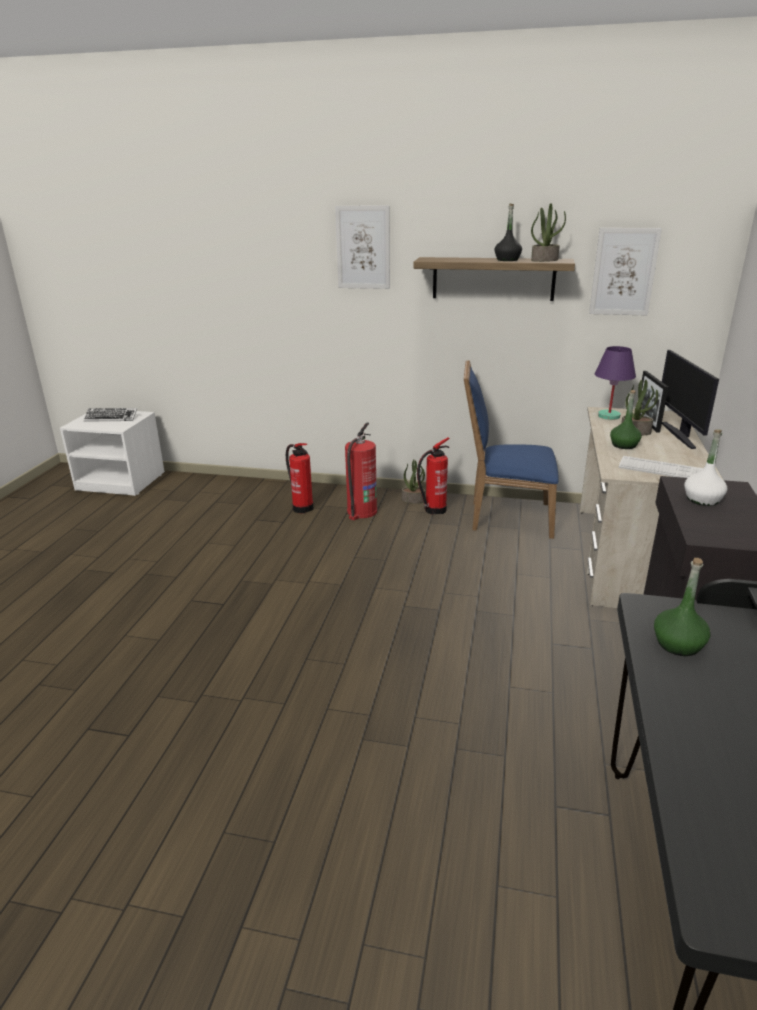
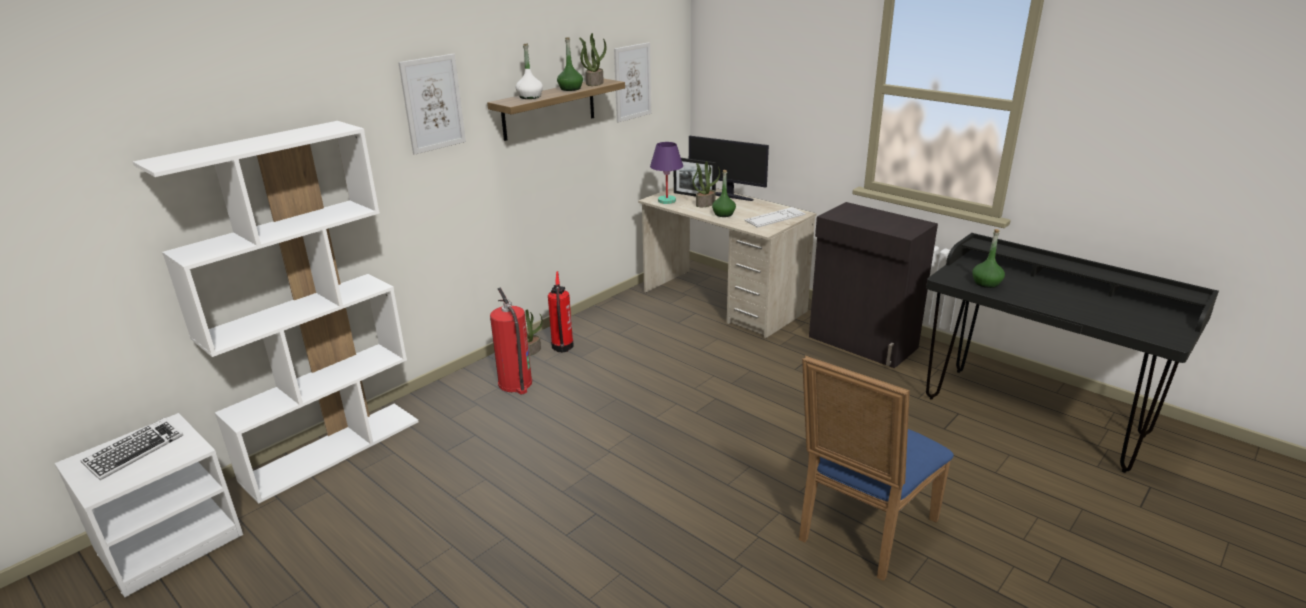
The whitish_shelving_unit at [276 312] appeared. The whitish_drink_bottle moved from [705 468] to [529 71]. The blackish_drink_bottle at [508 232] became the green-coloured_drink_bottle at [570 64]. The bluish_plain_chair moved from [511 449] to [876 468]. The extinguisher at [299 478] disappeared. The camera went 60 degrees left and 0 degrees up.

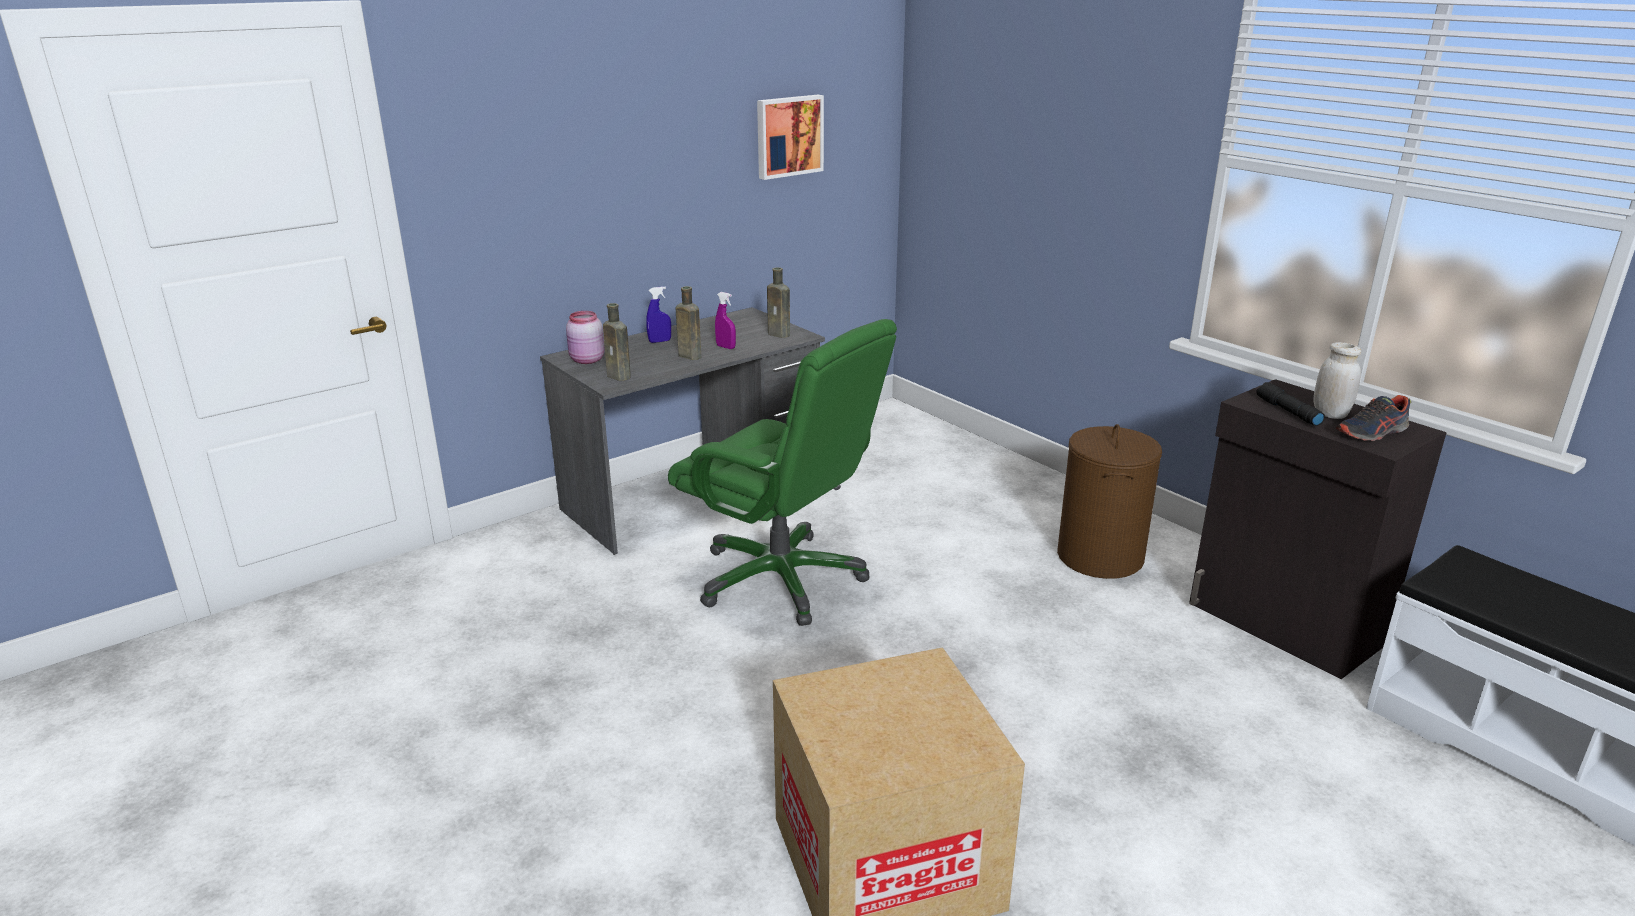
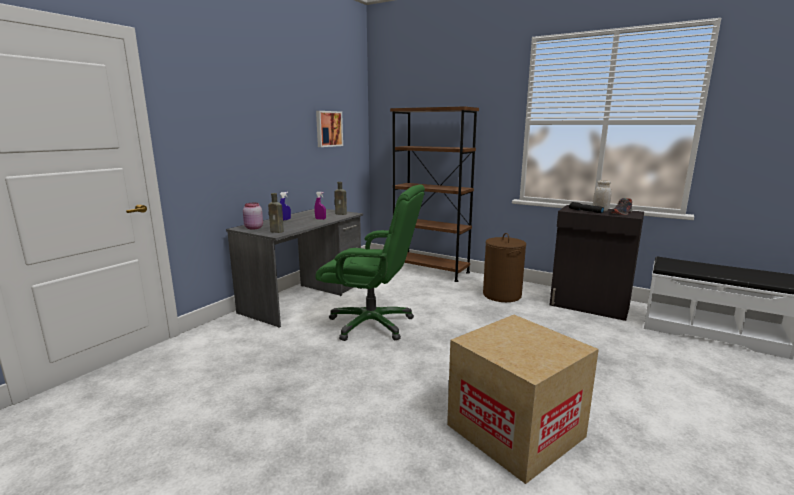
The brown-coloured_shelving_unit at [434 194] appeared. The brown-coloured_drink_bottle at [688 323] disappeared. The camera went 20 degrees left and 10 degrees down.

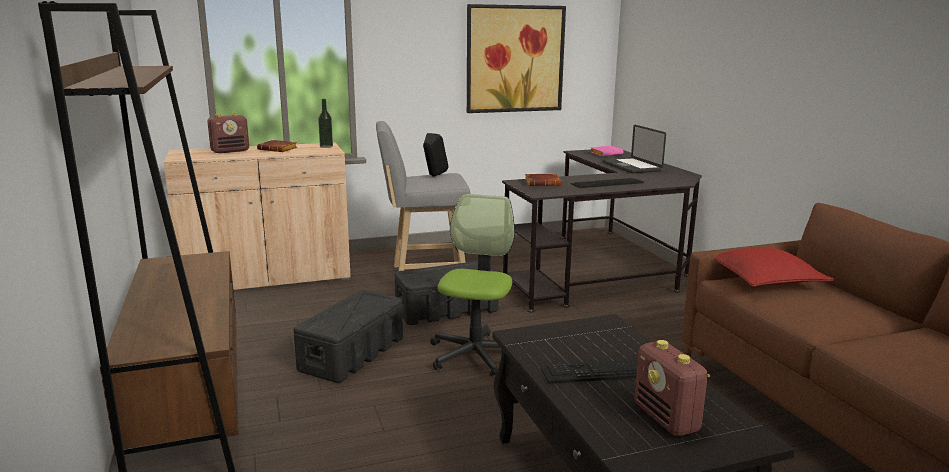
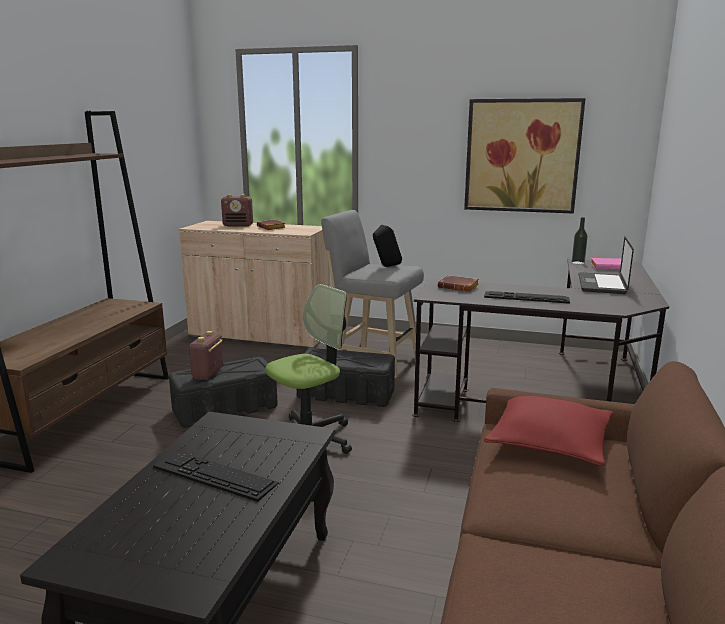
The radio_set moved from [672 388] to [206 355]. The drink_bottle moved from [325 123] to [580 240]. The camera went 35 degrees right and 0 degrees up.

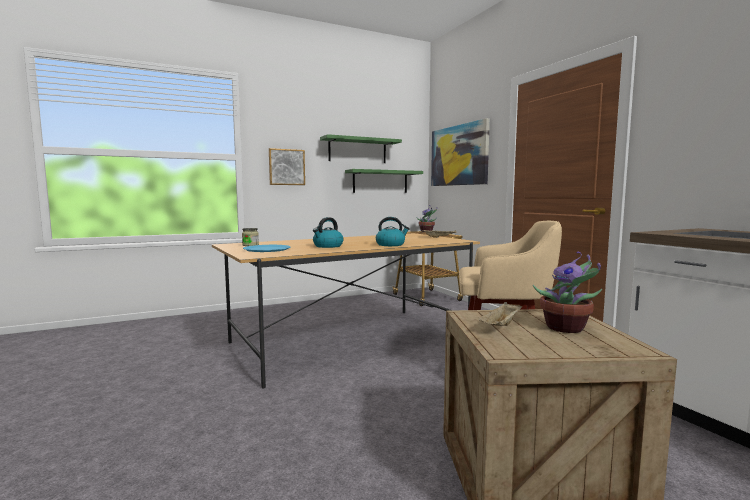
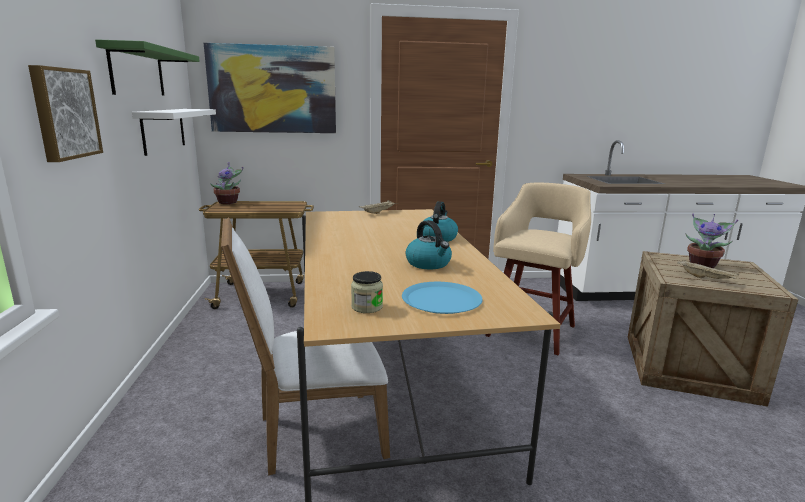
The green-coloured_bracket_shelf at [384 181] became the whitish_bracket_shelf at [174 132]. The whitish_plain_chair at [305 346] appeared. The camera went 70 degrees left and 10 degrees up.

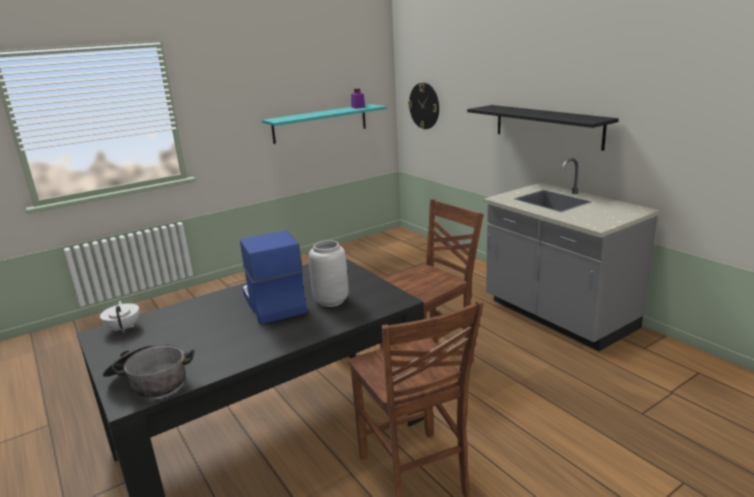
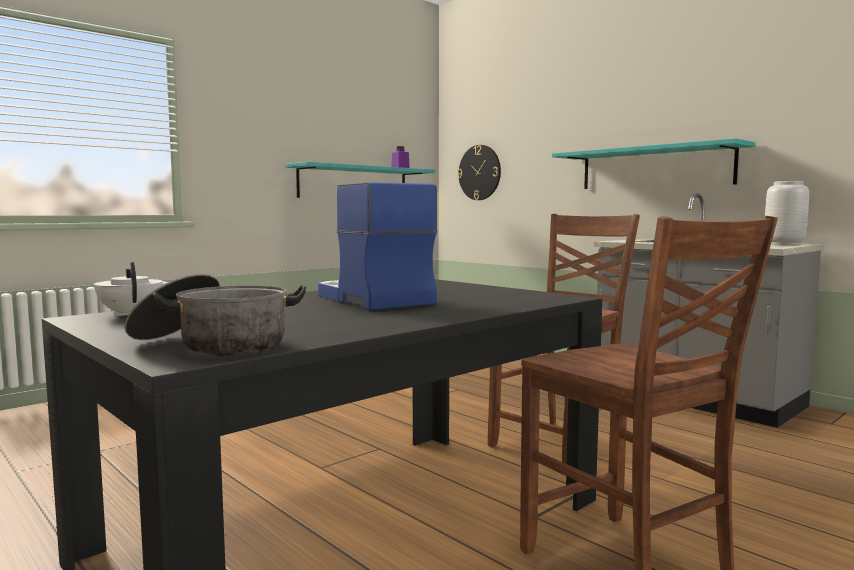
The blackish_bracket_shelf at [543 128] became the turquoise_bracket_shelf at [653 163]. The grey_flower_vase moved from [329 273] to [787 213]. The camera went 10 degrees left and 15 degrees down.

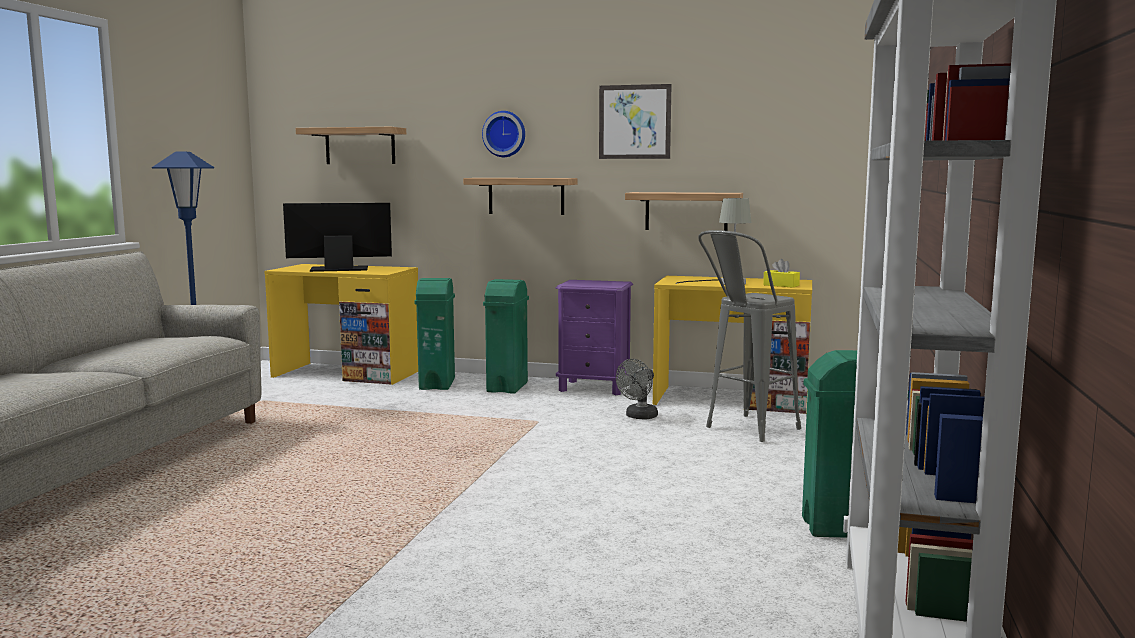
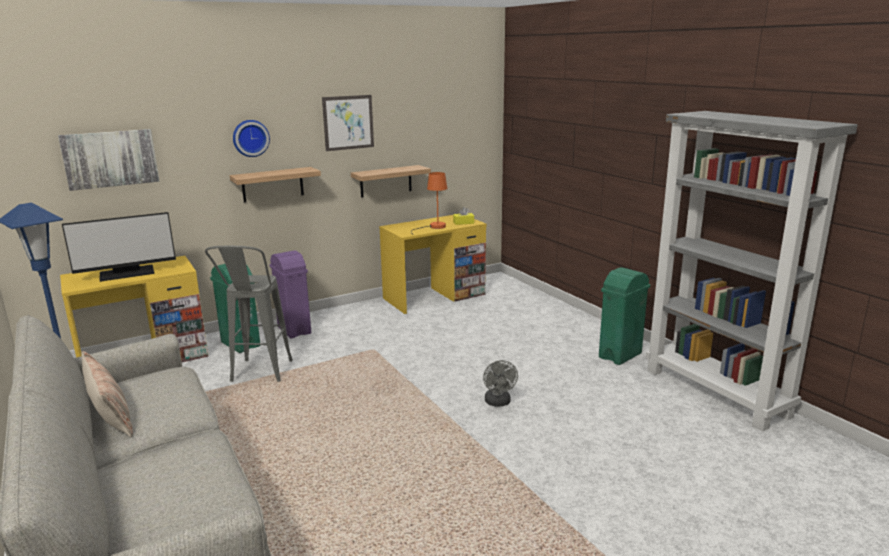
The bracket_shelf at [351 145] was replaced by the picture at [108 160]. The computer_display at [337 237] turned 150 degrees counterclockwise. The cushion at [107 394] appeared. The grey_sitting_stool moved from [749 336] to [249 314]. The green-coloured_rubbish_bin at [506 336] became the purple_rubbish_bin at [290 294]. The grey_table_lamp at [714 241] became the orange_table_lamp at [429 203]. The grey_cooling_fan moved from [637 389] to [500 383]. The purple_nightstand at [594 337] disappeared. The camera went 45 degrees left and 10 degrees up.

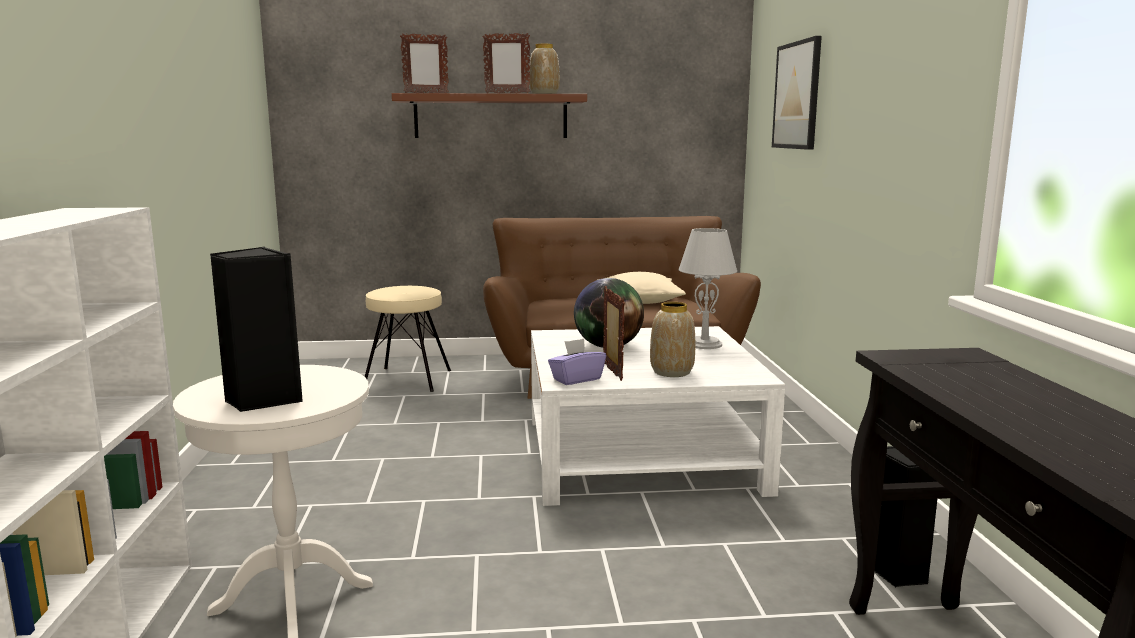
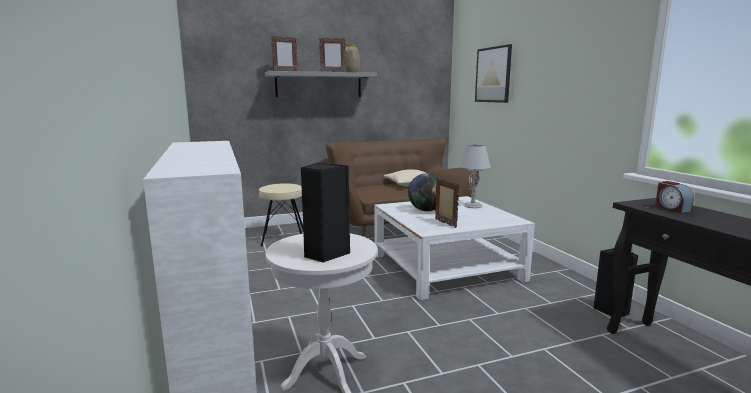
The brown-coloured_bracket_shelf at [489 115] became the grey_bracket_shelf at [321 84]. The bedside_clock at [674 197] appeared. The purple_box_of_tissues at [577 362] disappeared. The flower_vase at [672 339] disappeared. The camera went 15 degrees left and 0 degrees up.

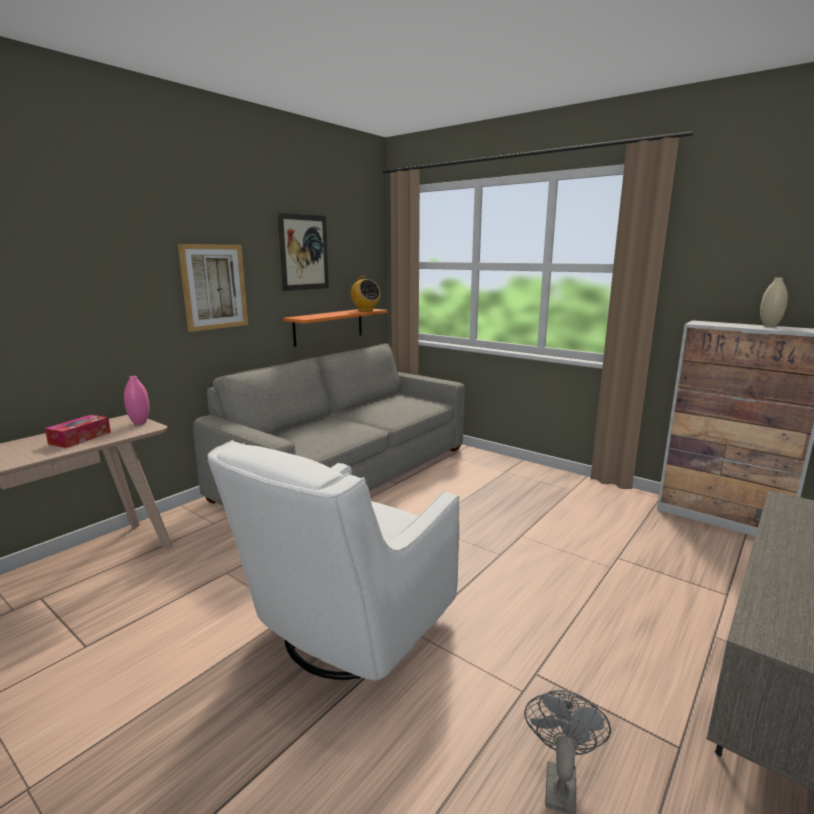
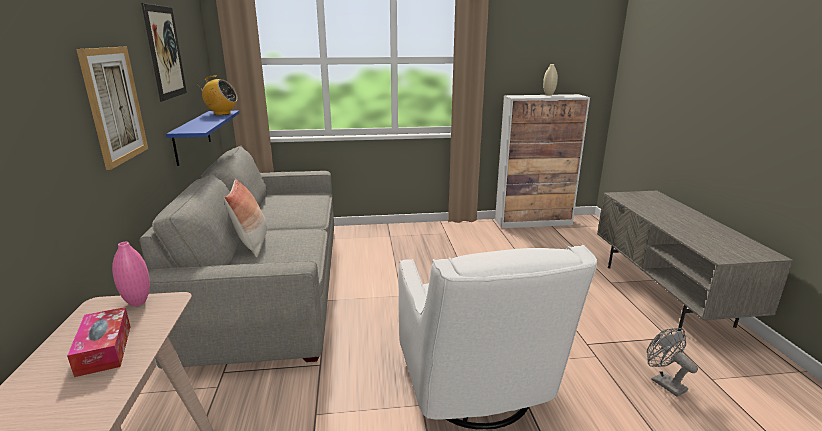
The orange_bracket_shelf at [335 328] became the bluish_bracket_shelf at [202 138]. The cushion at [245 217] appeared. The camera went 45 degrees left and 5 degrees up.

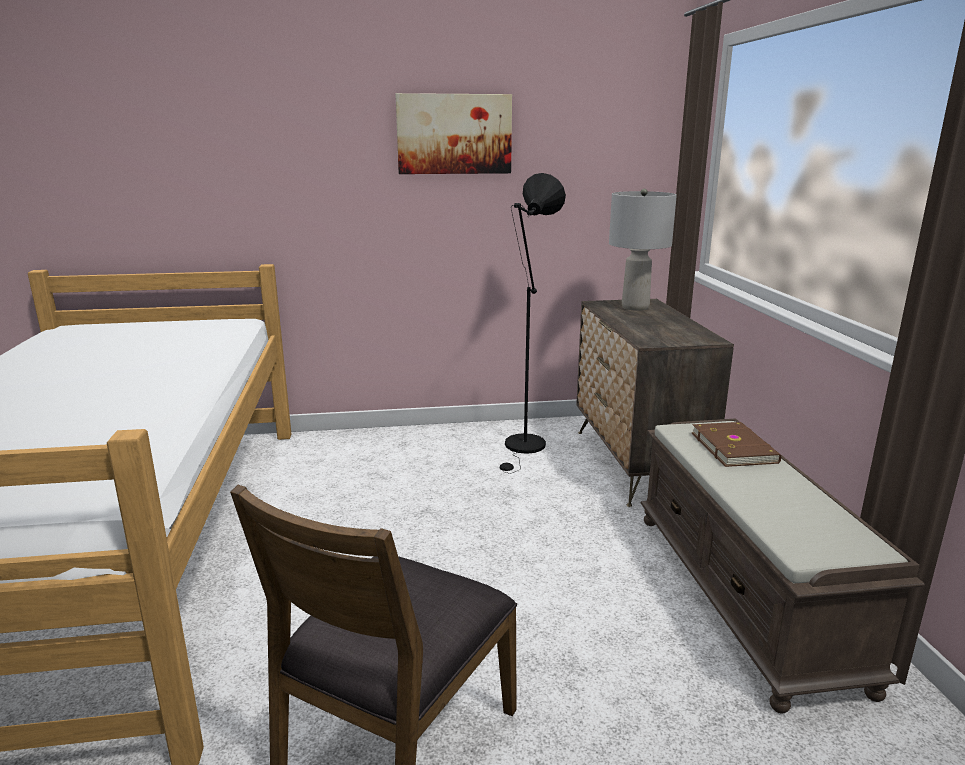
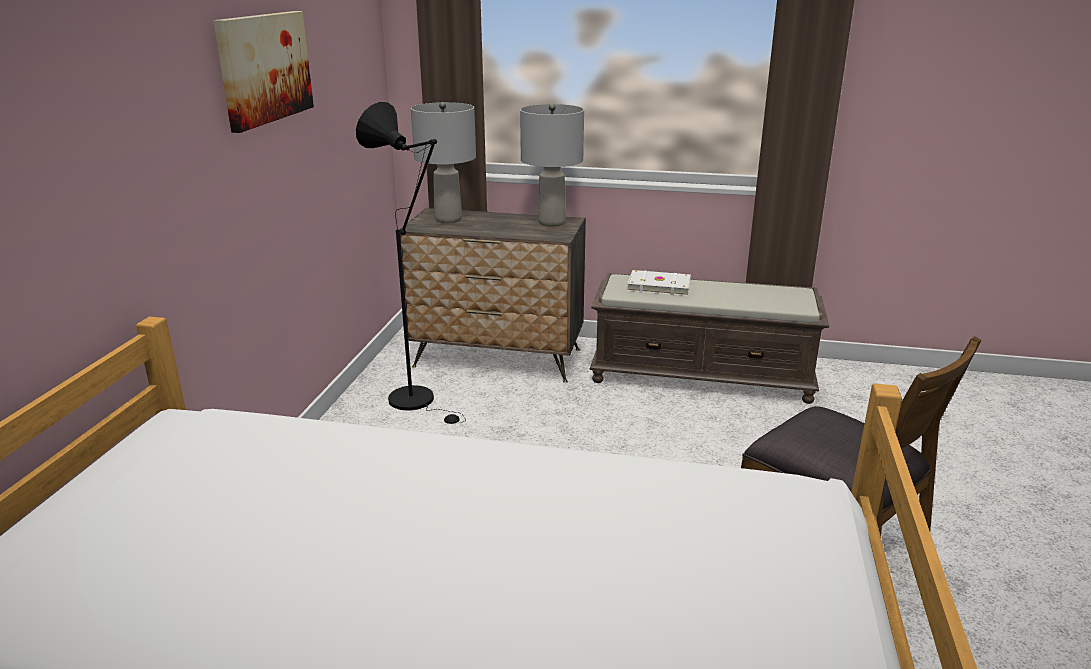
The grey_table_lamp at [552 165] appeared. The brown-coloured_volume at [736 444] became the whitish_volume at [659 283]. The camera went 70 degrees left and 5 degrees up.

